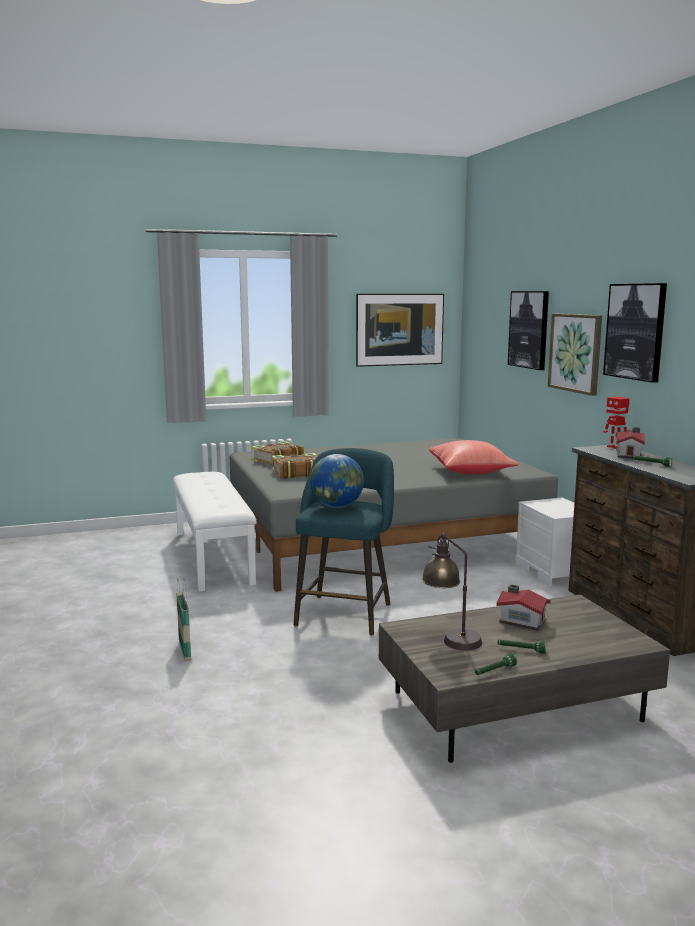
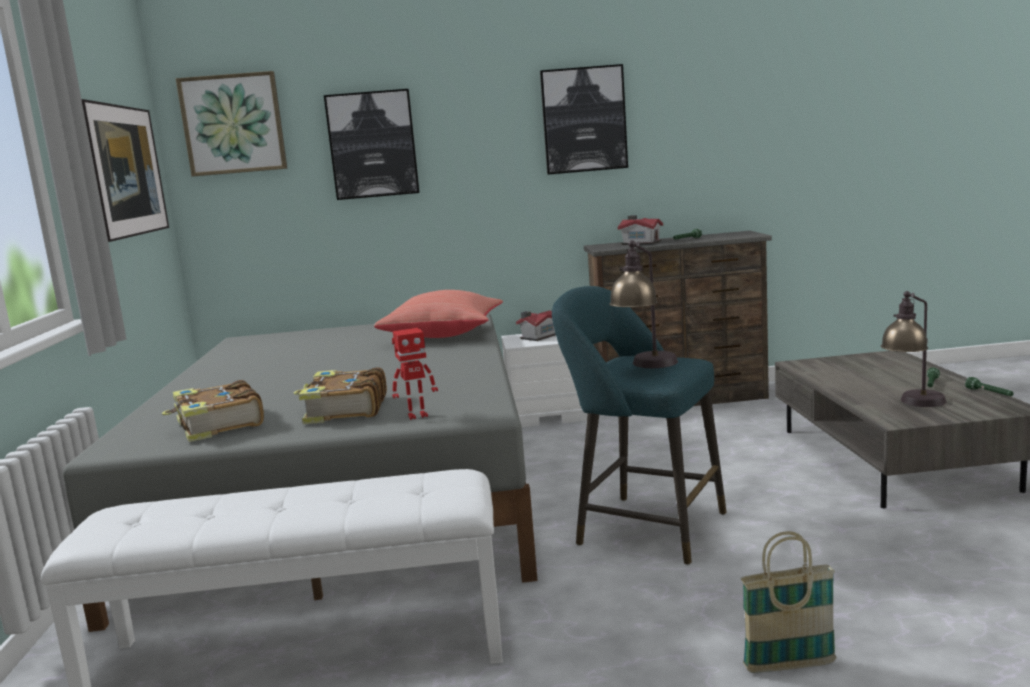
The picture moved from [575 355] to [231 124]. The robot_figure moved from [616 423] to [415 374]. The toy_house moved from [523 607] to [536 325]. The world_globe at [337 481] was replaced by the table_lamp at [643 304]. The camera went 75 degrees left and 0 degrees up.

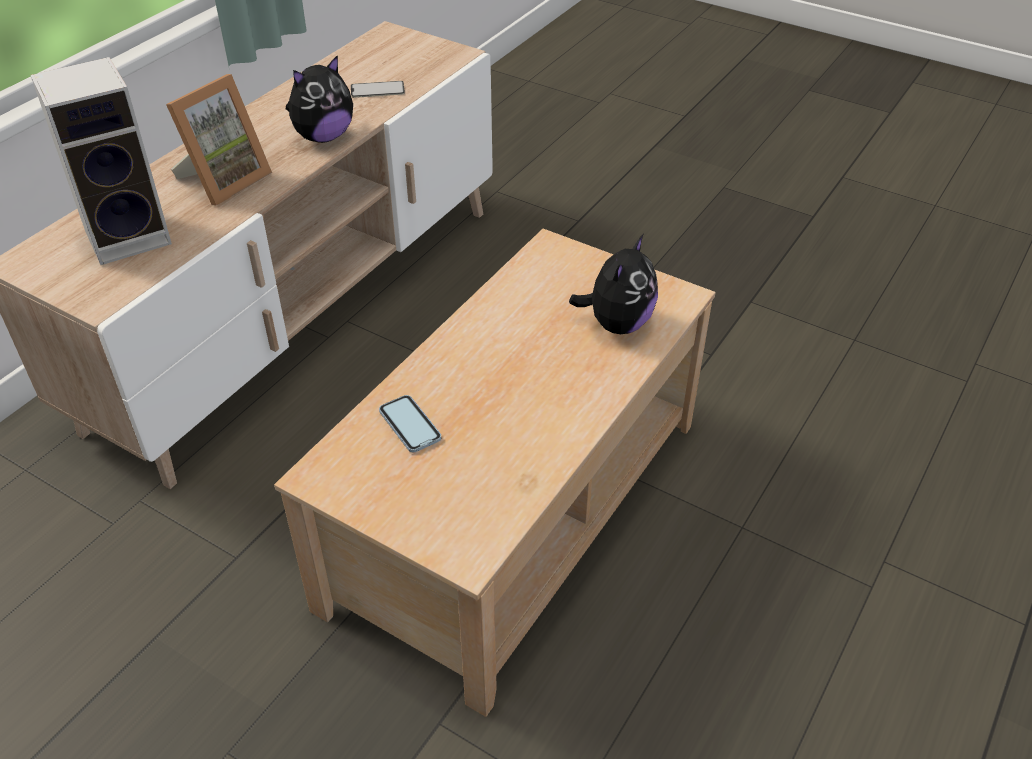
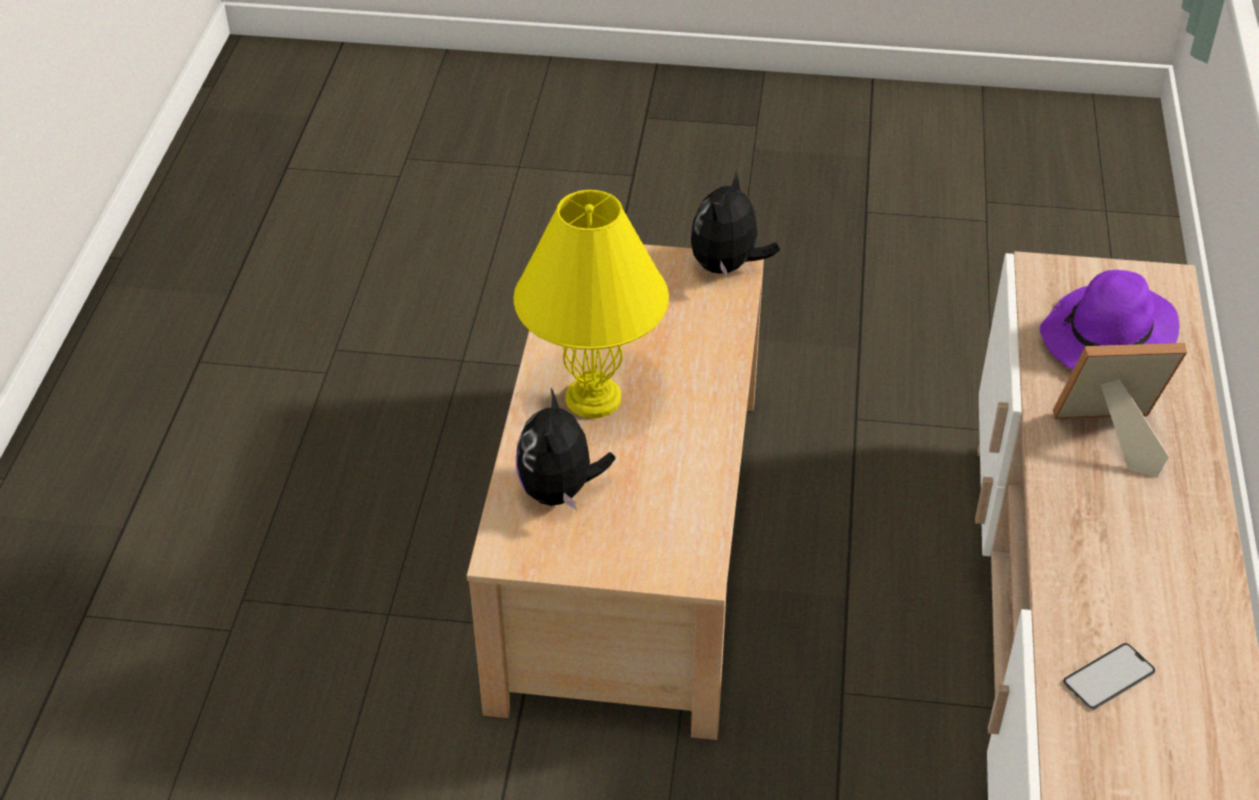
The yellowish_table_lamp at [591 304] appeared. The soft_toy moved from [319 99] to [735 225]. The loudspeaker at [101 161] was replaced by the purple_wearable_hat at [1110 320]. The photo_frame at [219 140] turned 75 degrees clockwise. The phone at [410 423] disappeared. The camera went 155 degrees right and 0 degrees up.

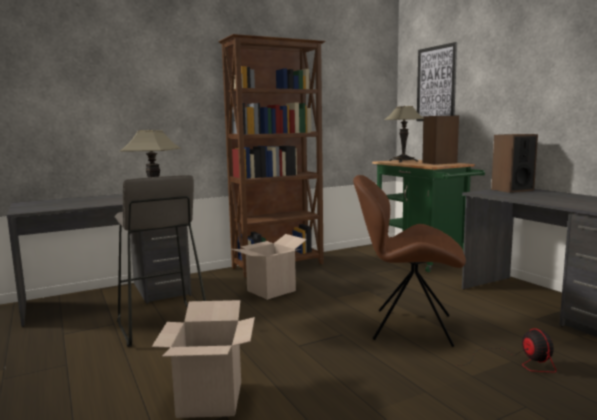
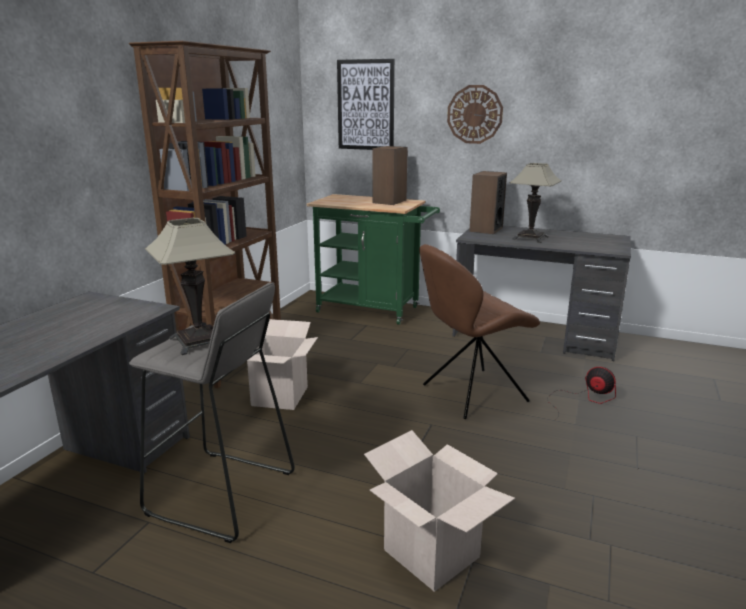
The clock_on_the_wall at [475 114] appeared. The table_lamp moved from [404 134] to [535 203]. The camera went 40 degrees left and 10 degrees up.

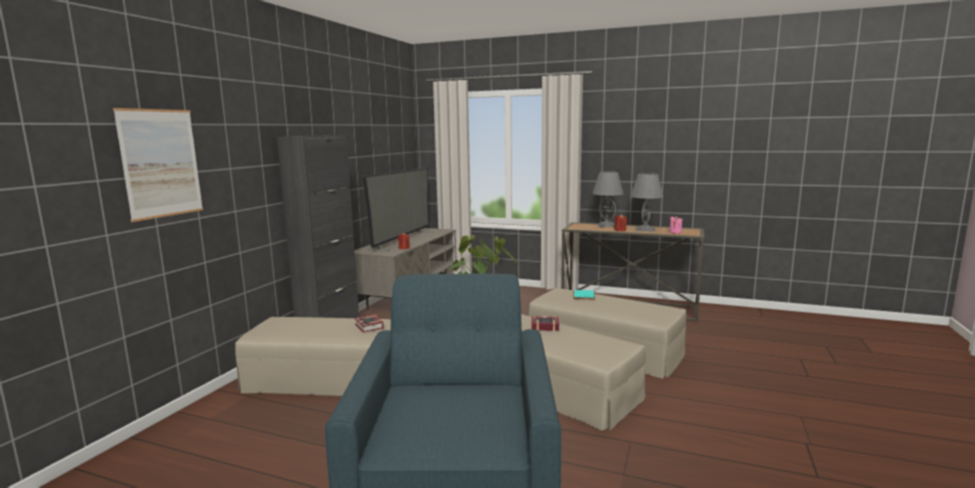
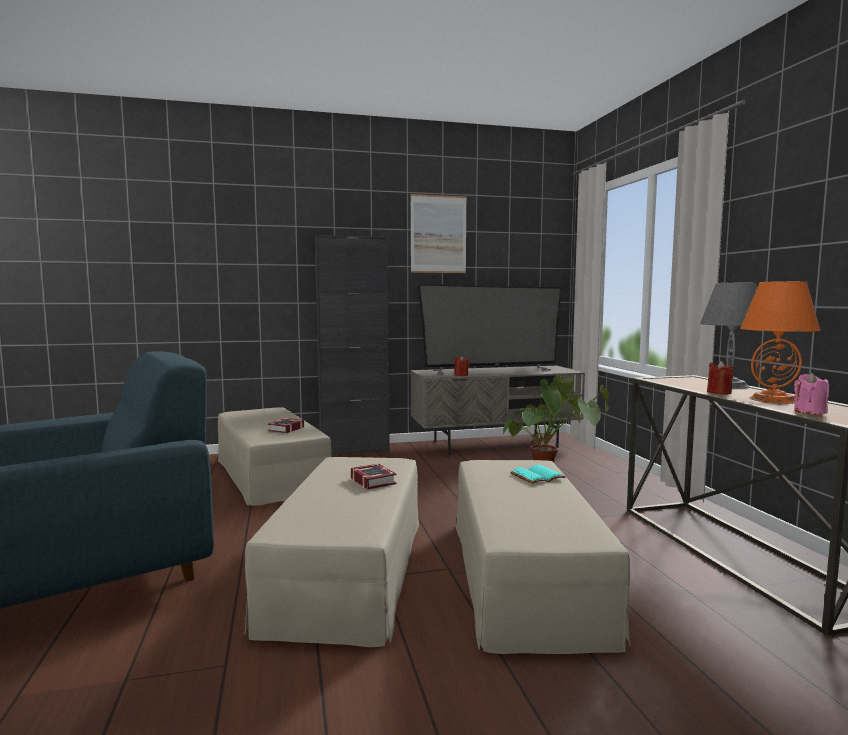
The picture moved from [158 165] to [438 233]. The grey_table_lamp at [647 202] became the orange_table_lamp at [780 342]. The camera went 55 degrees right and 5 degrees down.

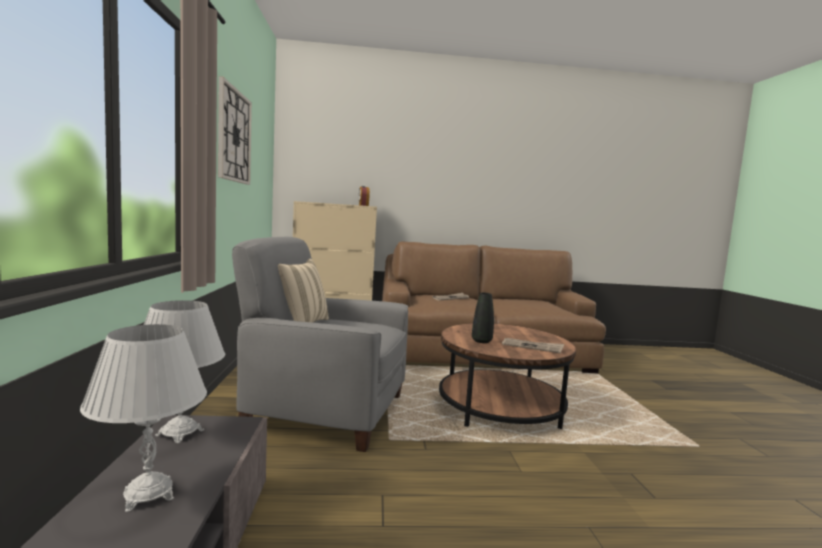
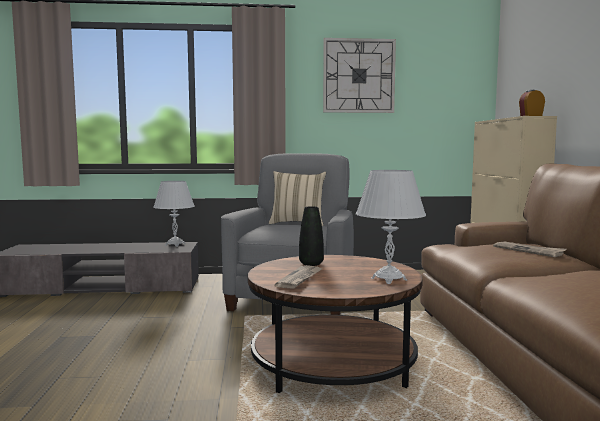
The whitish_table_lamp moved from [143 418] to [391 227]. The camera went 90 degrees right and 0 degrees up.

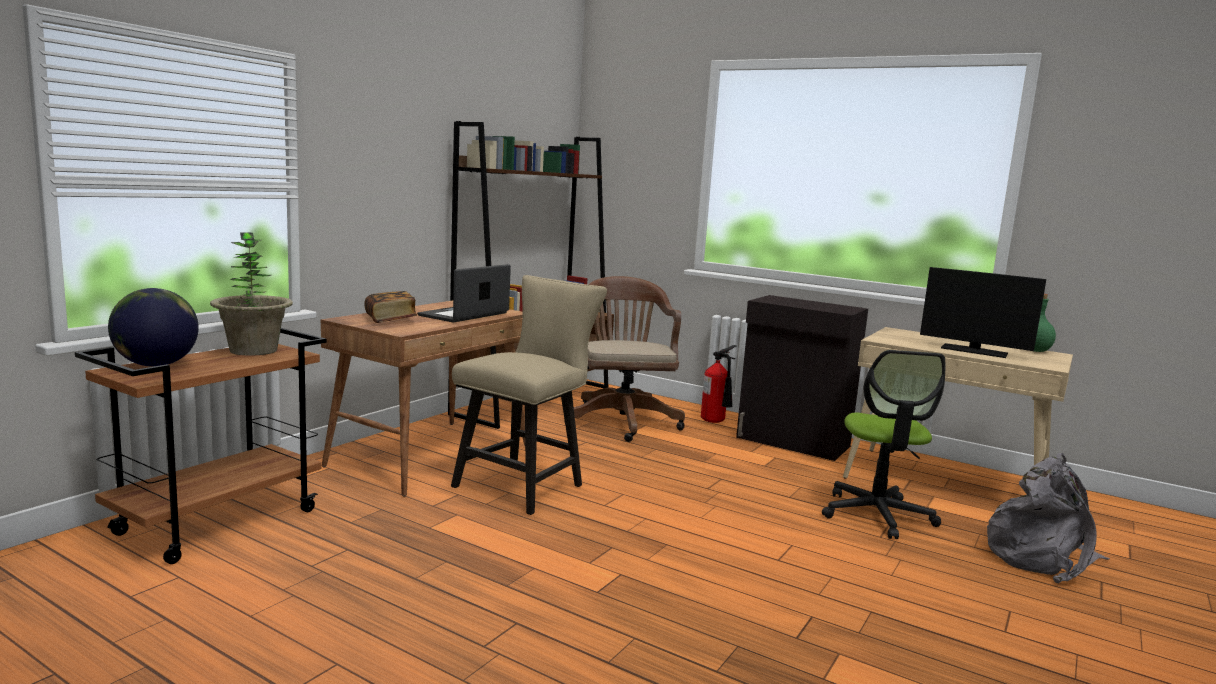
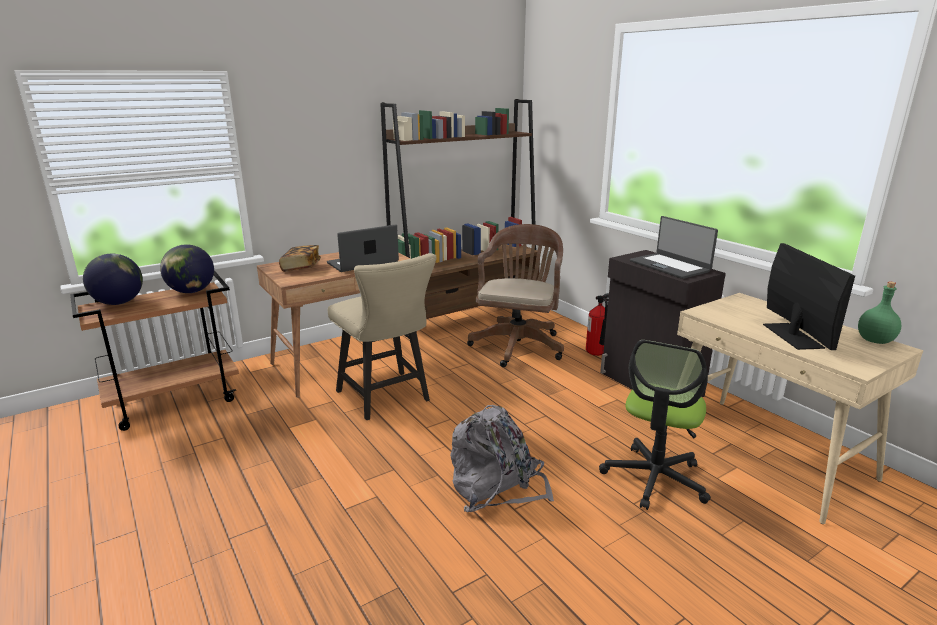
The plant_in_a_pot at [251 294] was replaced by the world_globe at [187 268]. The sand-coloured_plain_chair at [529 395] turned 90 degrees clockwise. The grey_backpack moved from [1048 518] to [502 458]. The laptop at [674 247] appeared. The computer_display at [983 312] turned 150 degrees counterclockwise. The camera went 25 degrees right and 10 degrees up.

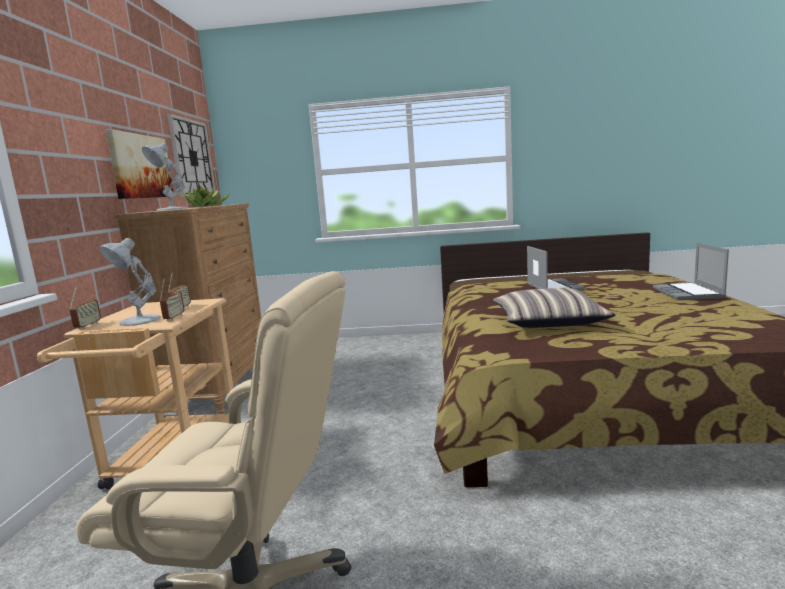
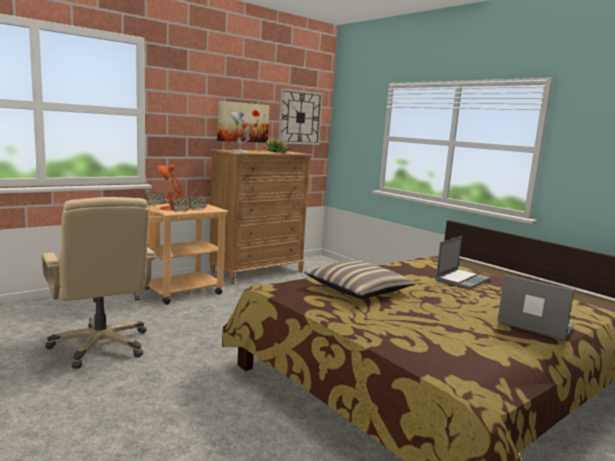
The whitish_table_lamp at [130 282] became the orange_table_lamp at [169 187]. The laptop at [691 271] turned 75 degrees clockwise. The camera went 45 degrees right and 0 degrees up.

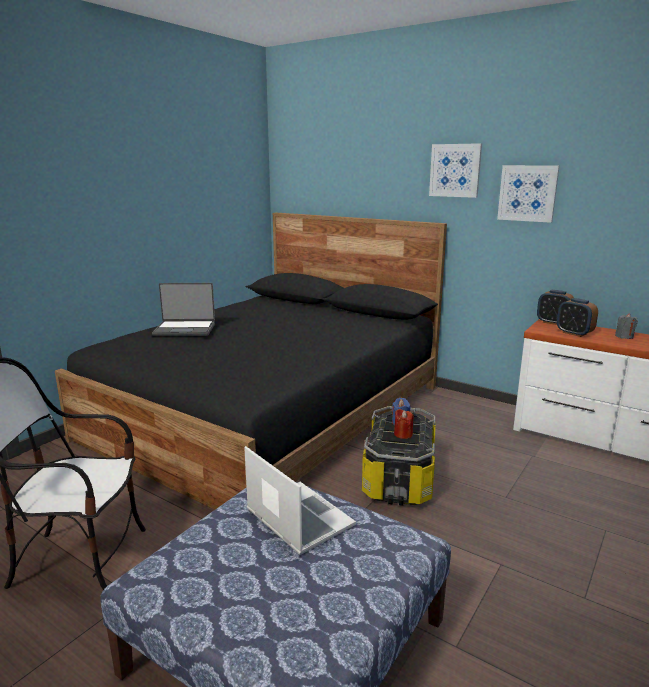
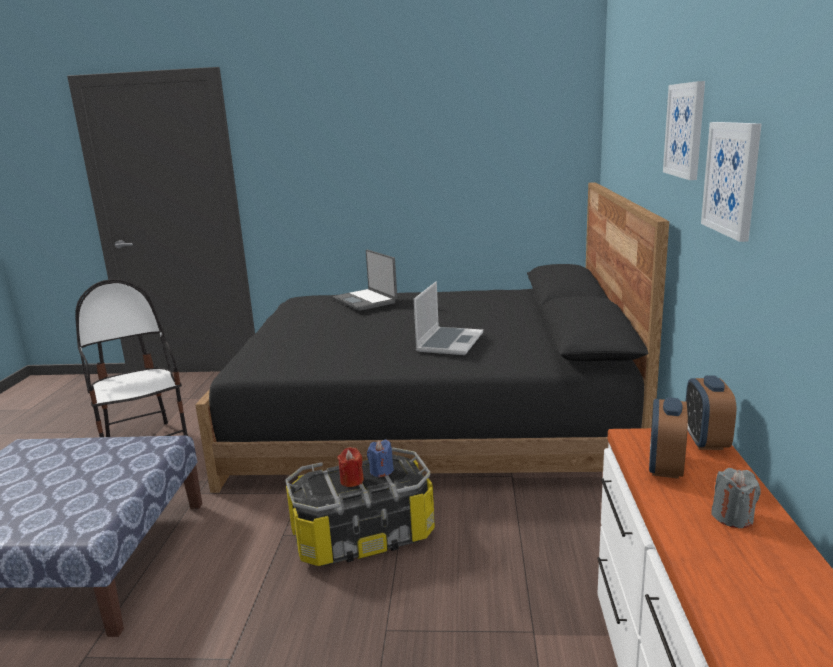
The laptop moved from [300 500] to [448 318]. The camera went 60 degrees right and 0 degrees up.

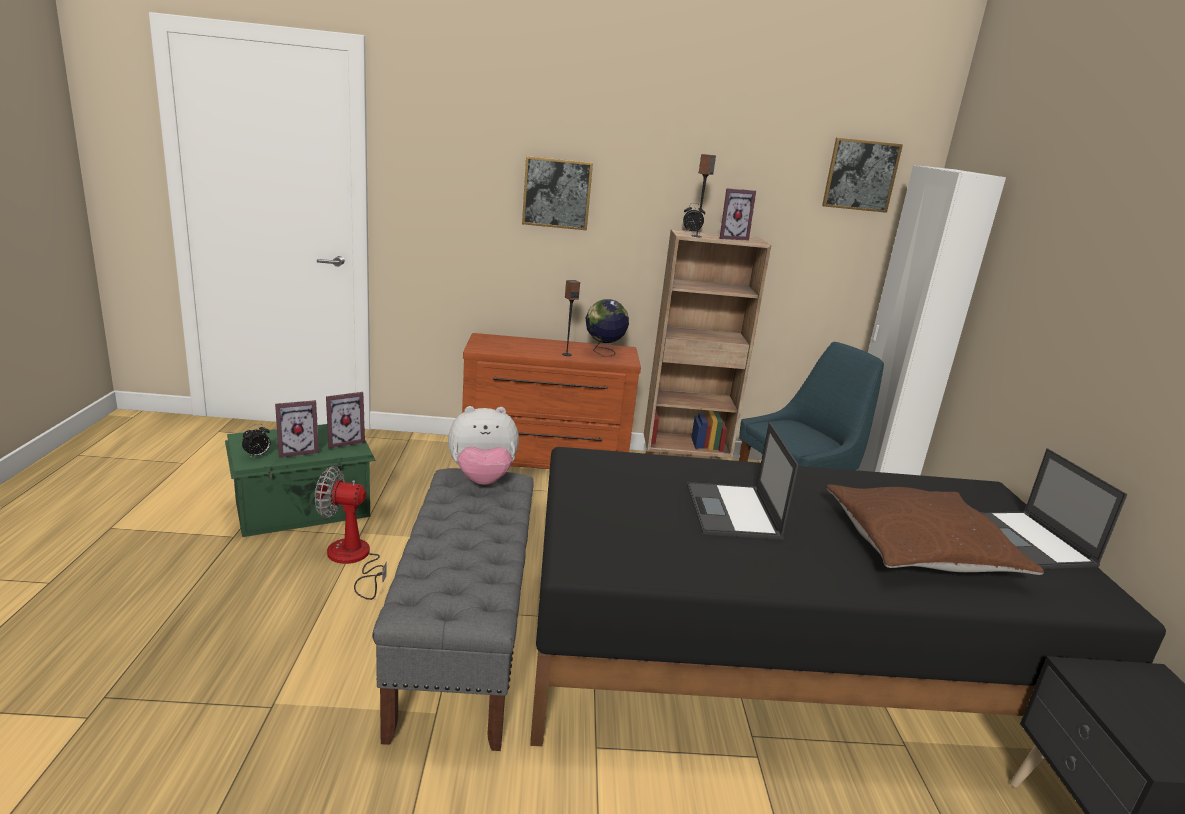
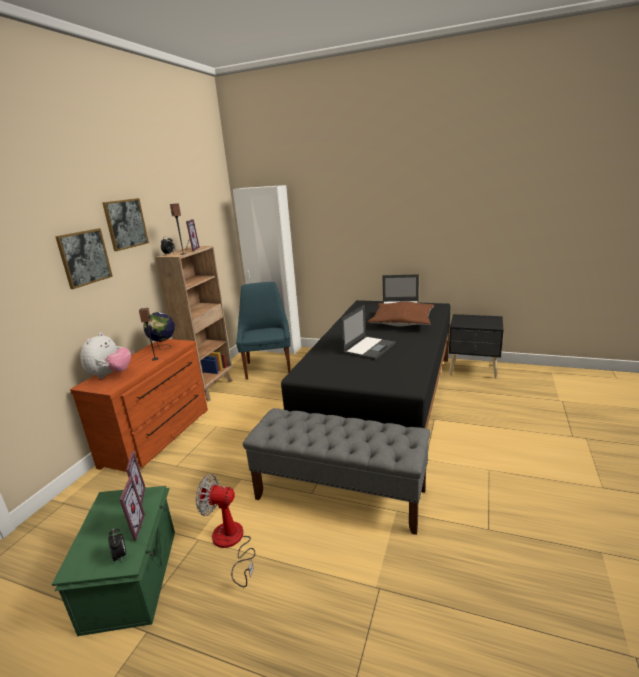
The soft_toy moved from [483 445] to [105 355]. The picture moved from [862 175] to [125 224]. The cooling_fan at [351 533] turned 75 degrees clockwise. The laptop at [743 481] turned 75 degrees counterclockwise. The camera went 65 degrees left and 0 degrees up.

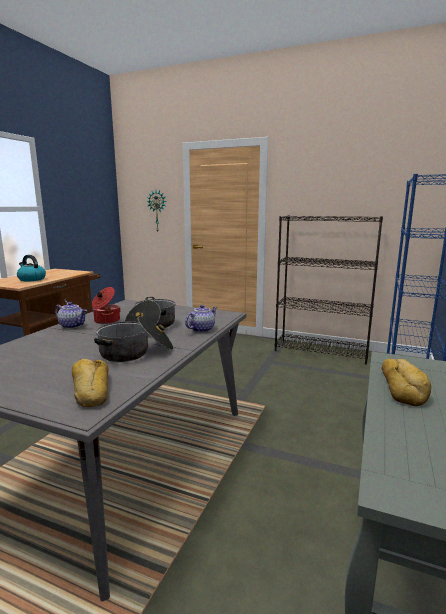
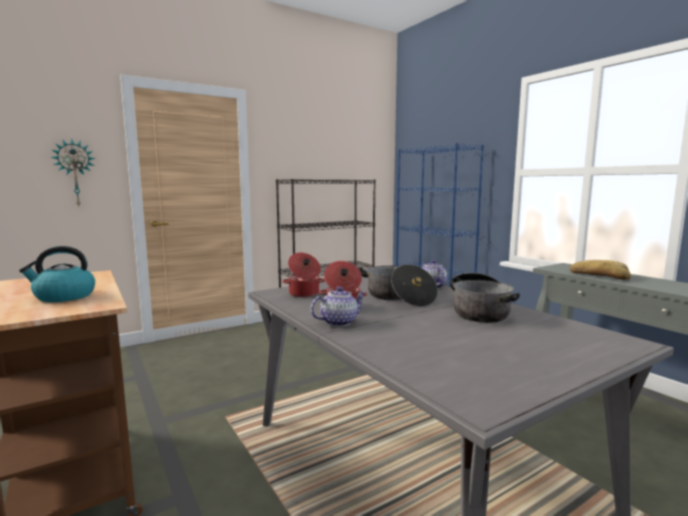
The saucepot at [303 275] appeared. The bakery_bread at [90 383] disappeared. The camera went 55 degrees left and 5 degrees down.

